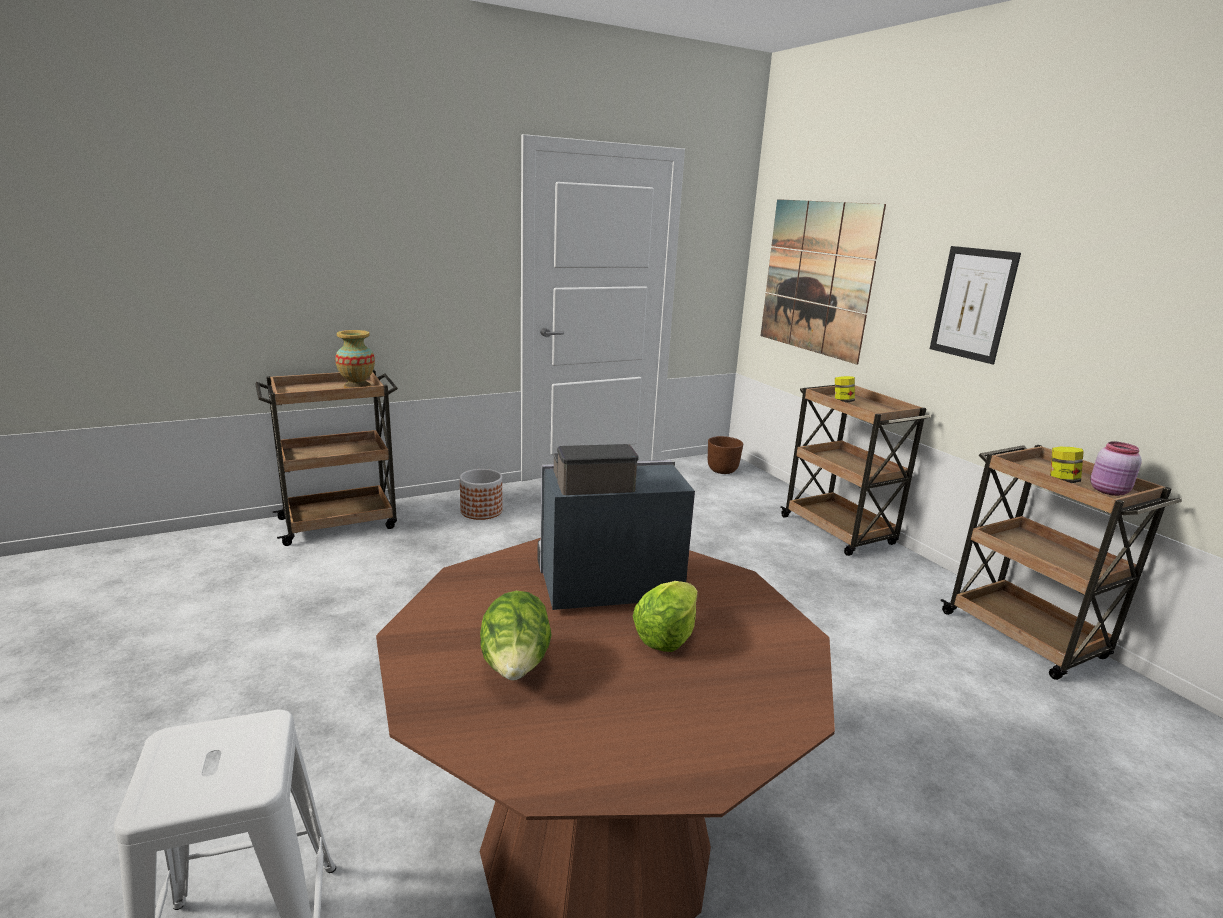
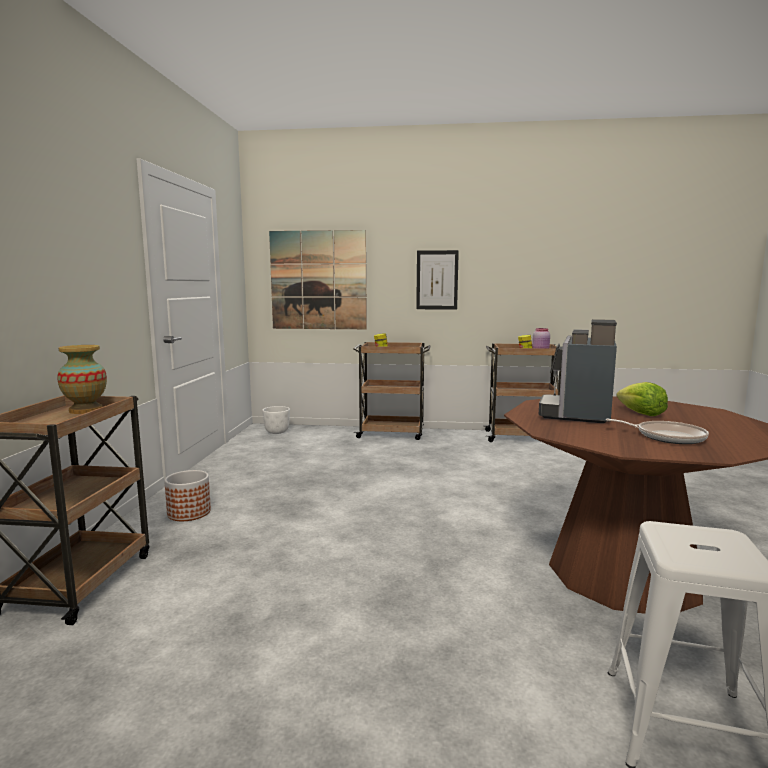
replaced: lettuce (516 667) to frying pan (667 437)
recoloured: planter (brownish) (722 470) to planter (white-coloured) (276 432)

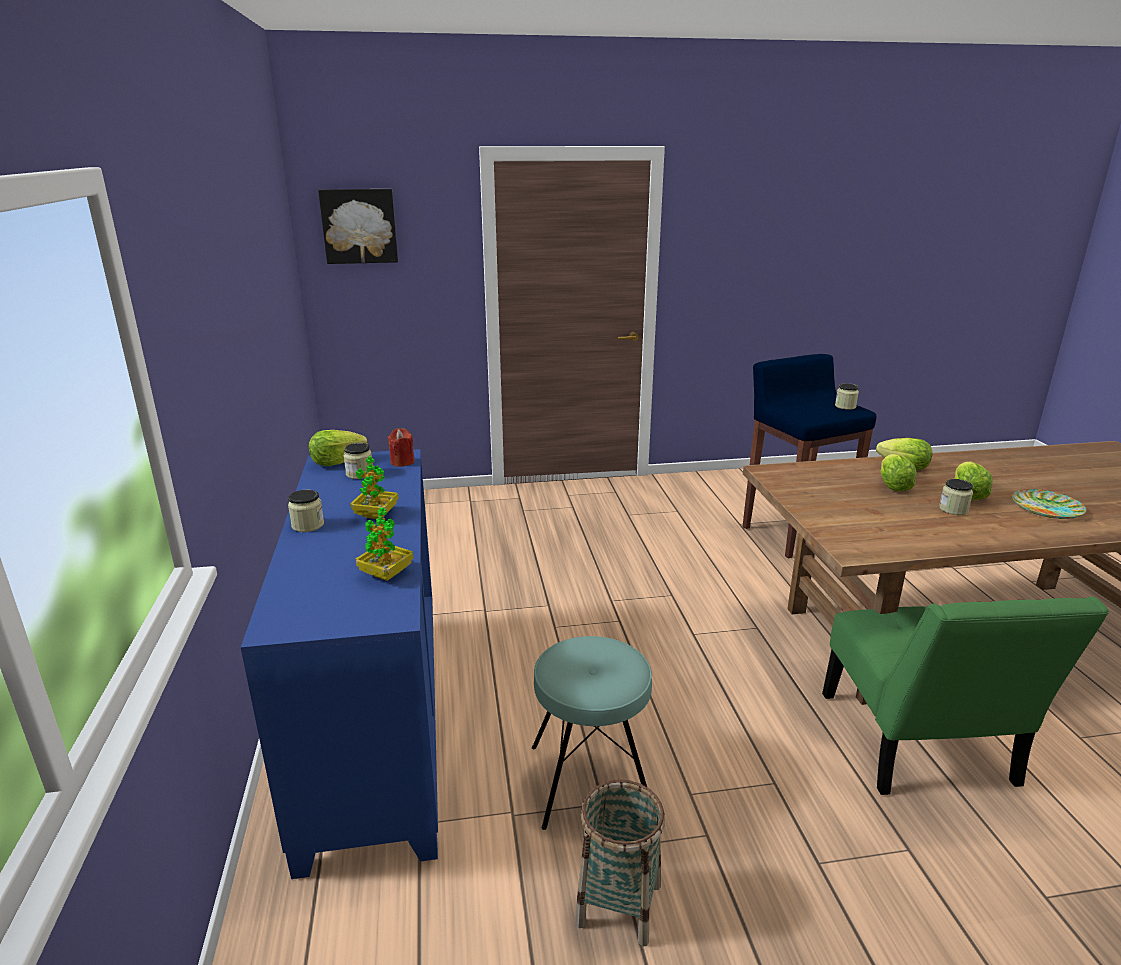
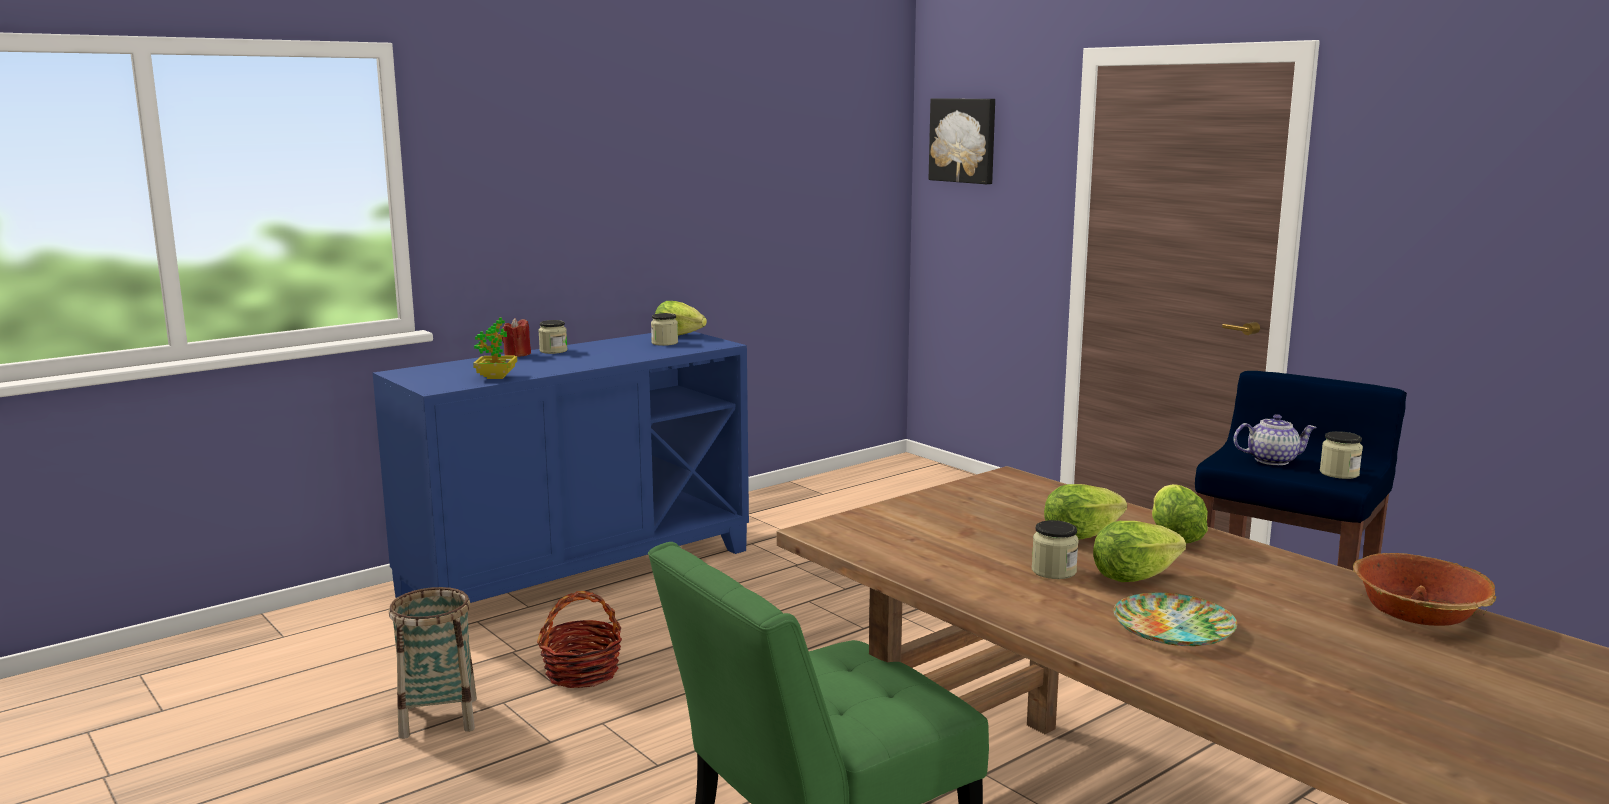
removed: potted plant (376 515)
added: pot for tea (1272 460); serving bowl (1417 614)
moved: wax light (reddish) (402 462) to (517 355)
replaced: sitting stool (turquoise-coloured) (590 780) to basket (582 672)

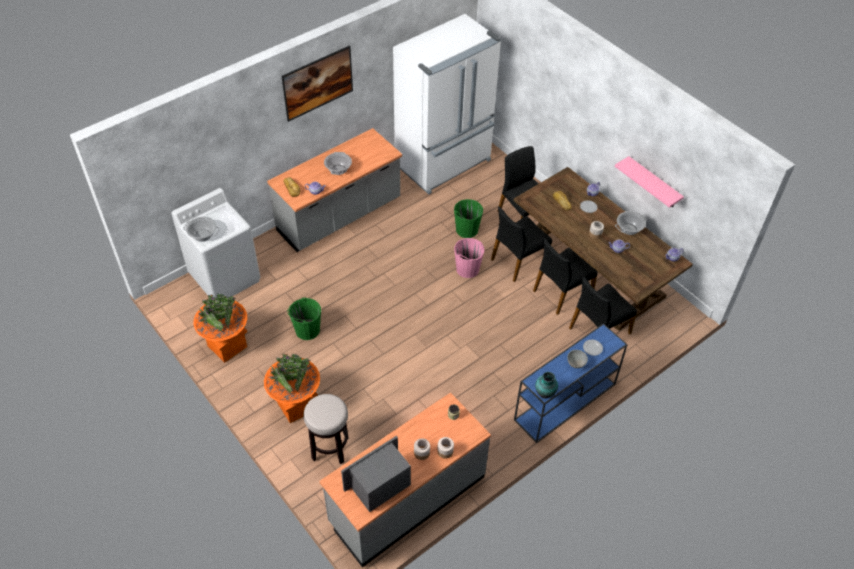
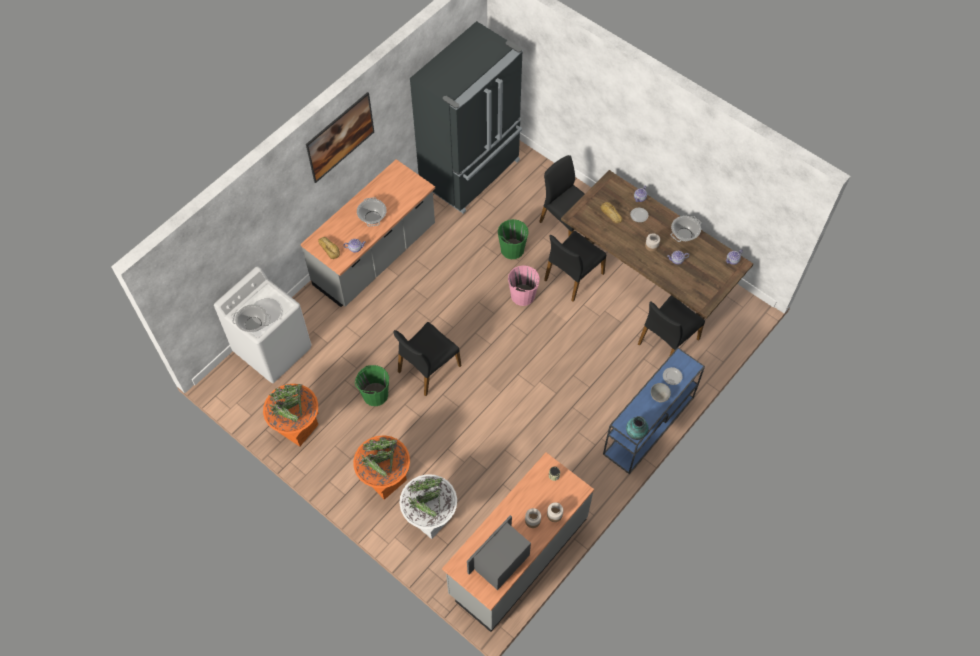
removed: bracket shelf (pink) (653 183)
moved: upright chair (blackish) (561 292) to (428 368)
replaced: sitting stool (330 448) to planter (white-coloured) (430 518)
recoloured: refrigerator (white-coloured) (444 163) to refrigerator (blackish) (471 172)

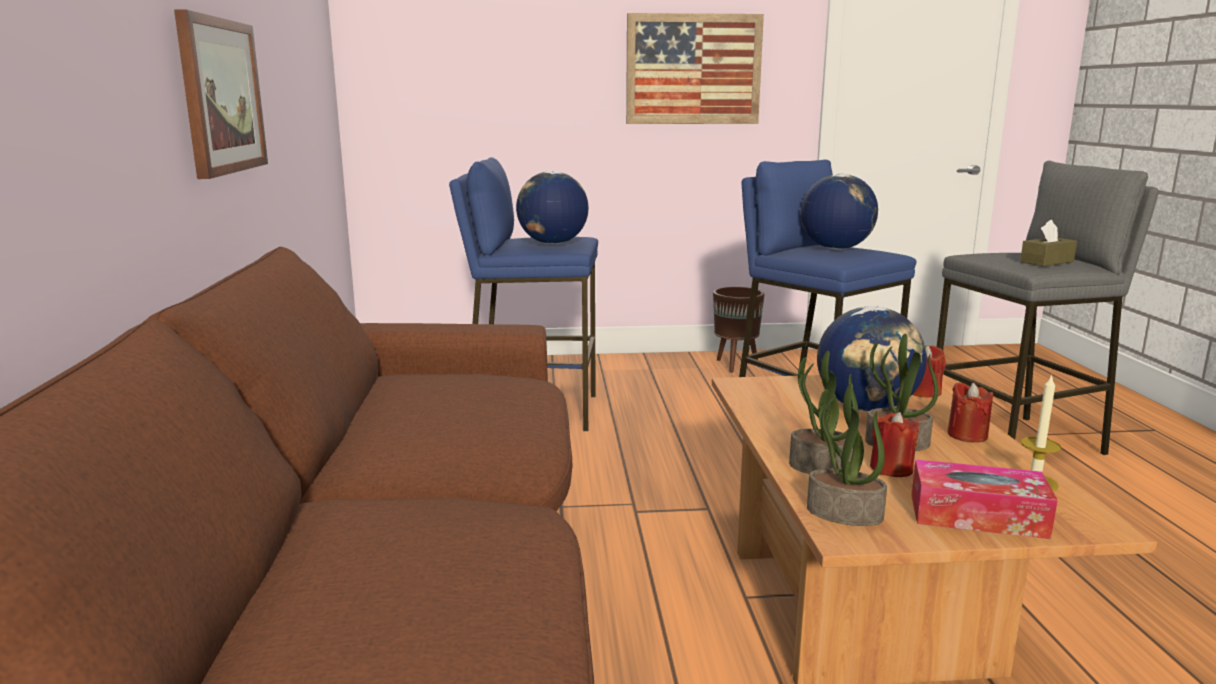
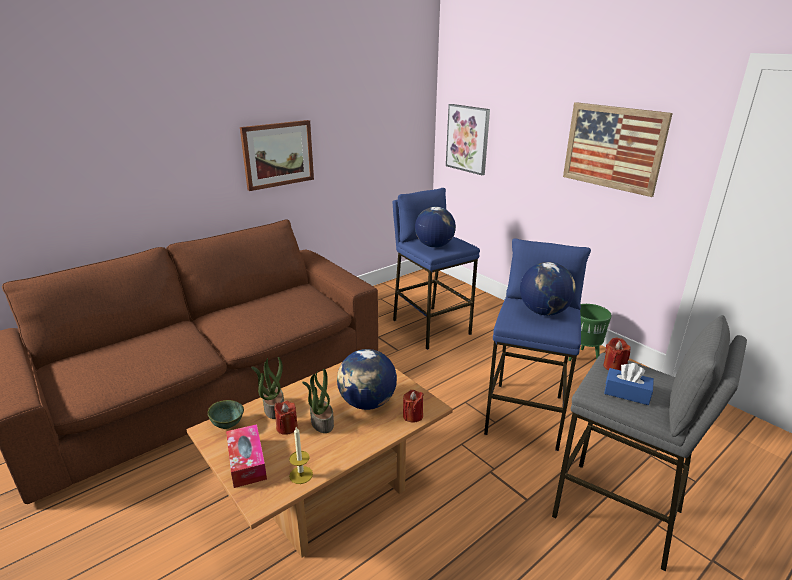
added: wall picture (468 139)
moved: wax light (reddish) (967 435) to (614 367)
replaced: potted plant (843 514) to serving bowl (green-coloured) (227 425)
recoloured: planter (brownish) (735 365) to planter (green-coloured) (583 358); tissue box (brownish) (1047 262) to tissue box (bluish) (626 393)

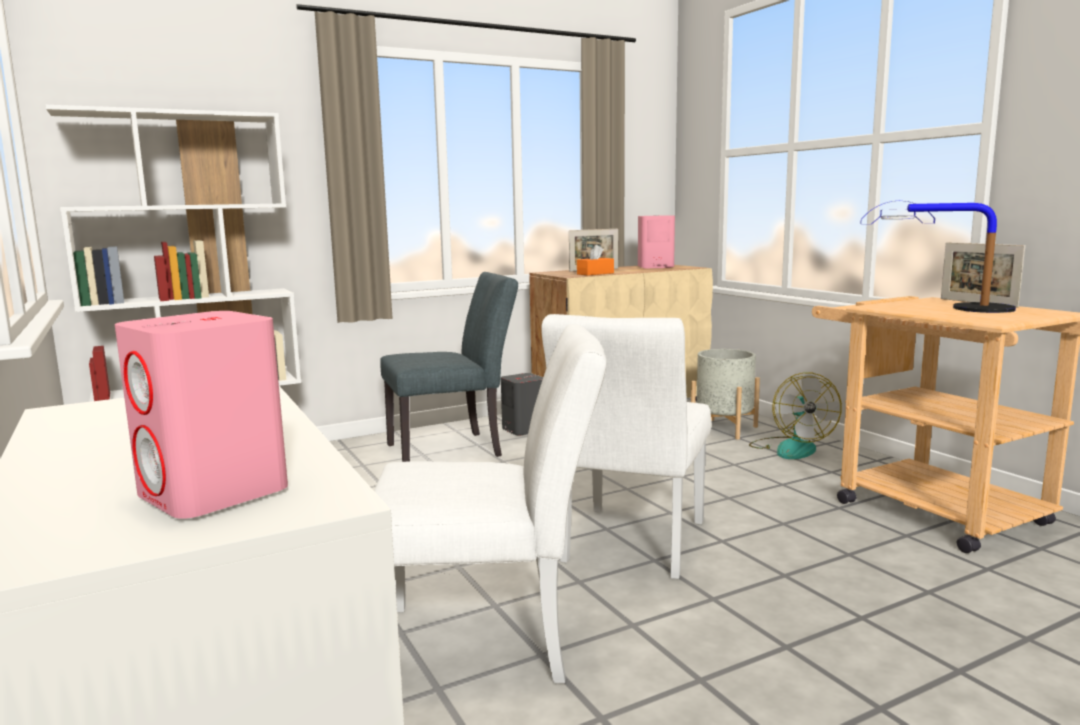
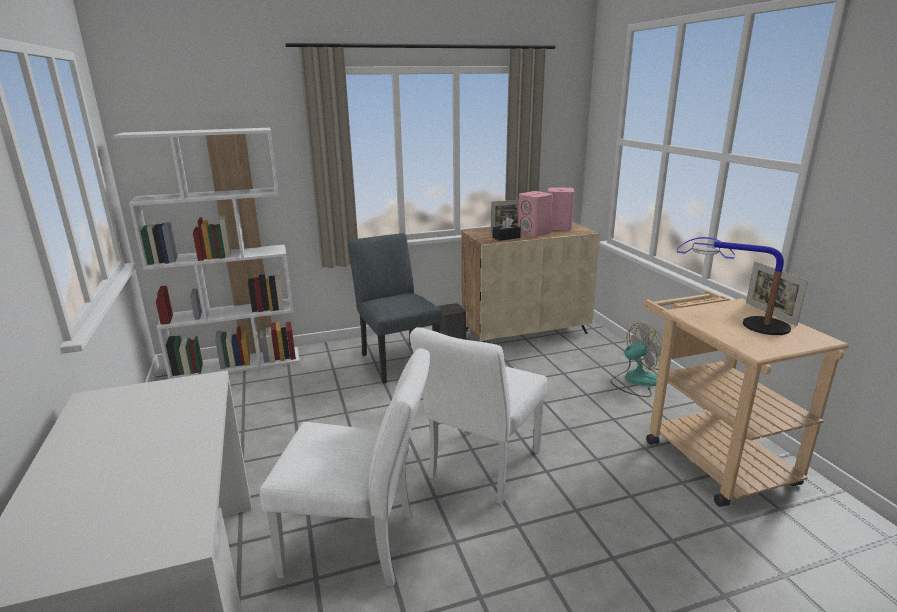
removed: planter (gray) (724 429)
moved: audio speaker (pink) (214 493) to (534 233)
recoloured: tissue box (orange) (595 273) to tissue box (blackish) (506 238)
turned: upright chair (gray) (453 449) = (397 359) 105 degrees counterclockwise; cooling fan (791 448) = (636 381) 120 degrees counterclockwise

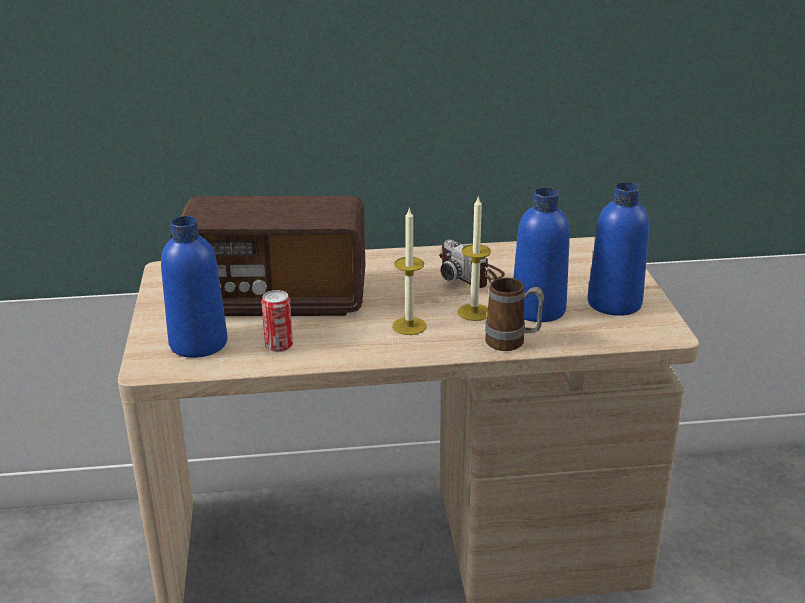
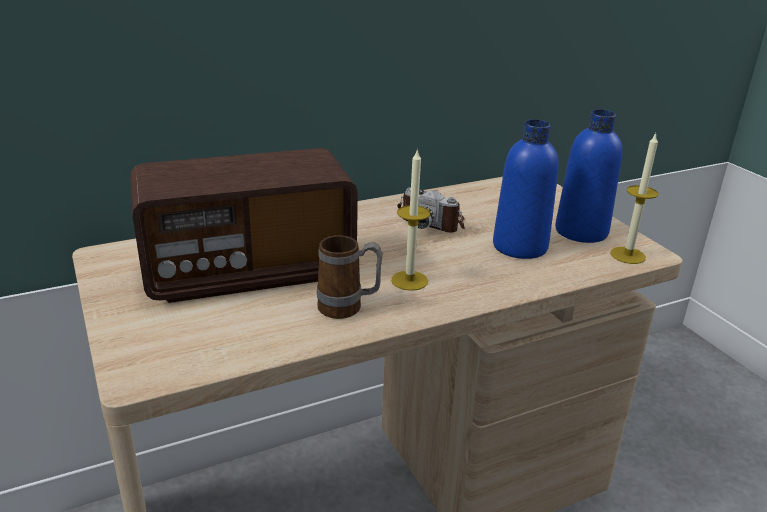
removed: drink bottle (bluish) (198 343); sealed can (279 346)
moved: coffee mug (512 343) to (348 308); wax light (474 312) to (627 255)

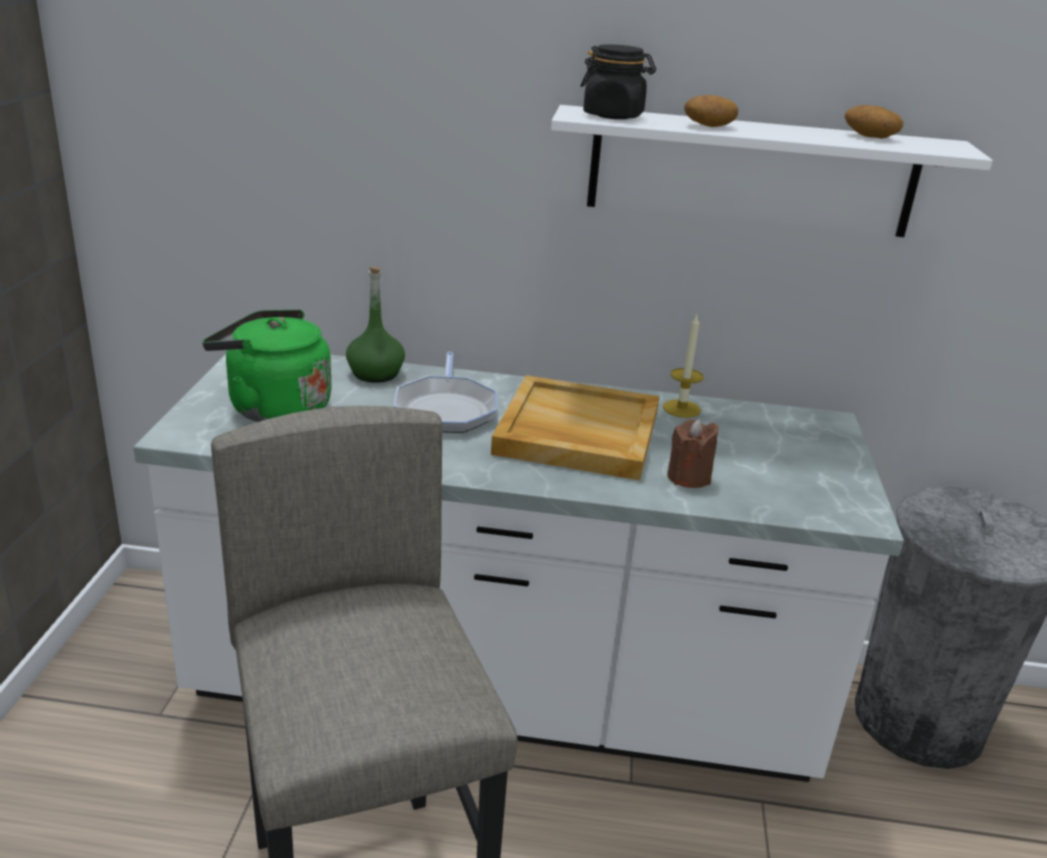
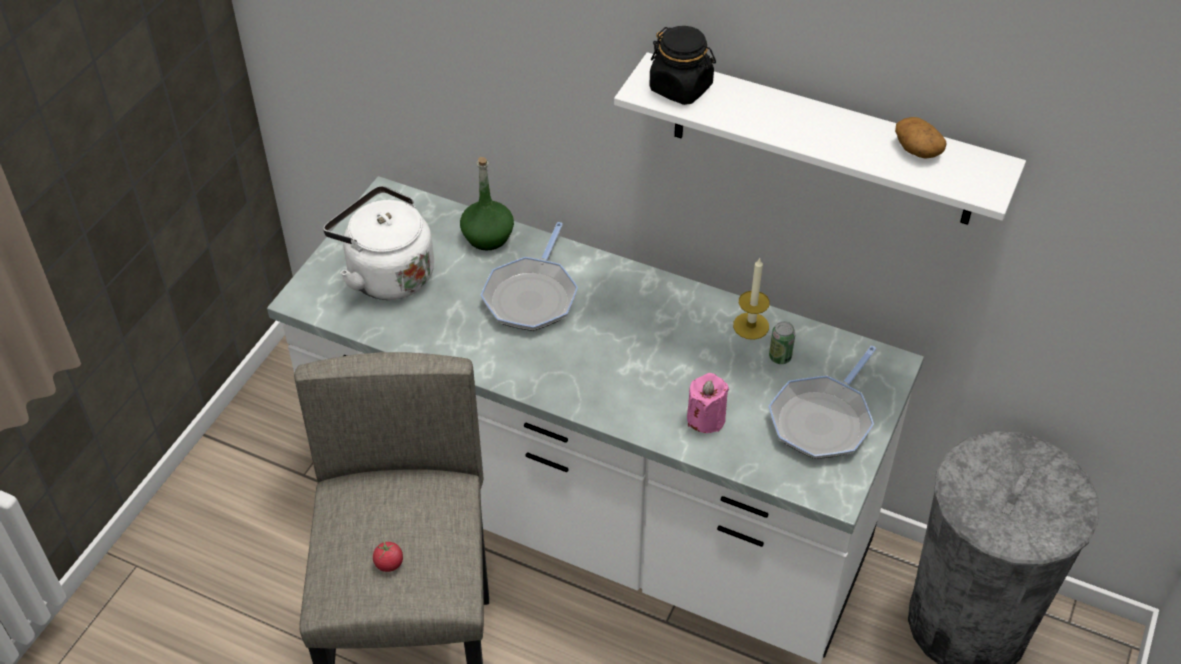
removed: serving tray (beige) (576 433); whole potato (708 126)
added: whole tomato (389 563); sealed can (780 357); frying pan (823 419)
recoloured: water kettle (green-coloured) (273 408) to water kettle (white-coloured) (386 274); wax light (brownish) (688 477) to wax light (pink) (706 418)

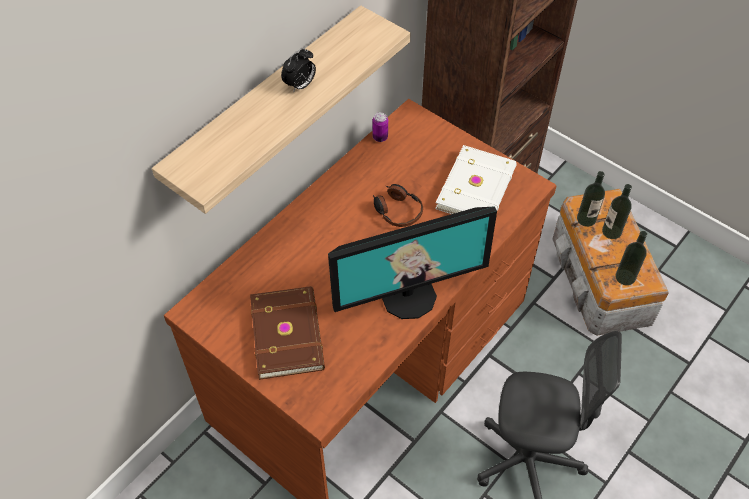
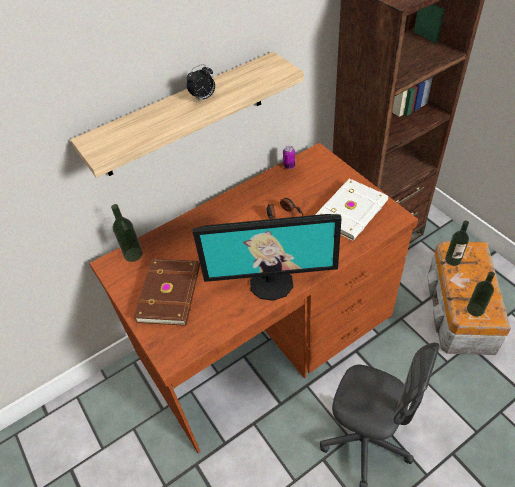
moved: drink bottle (611 231) to (133 254)

